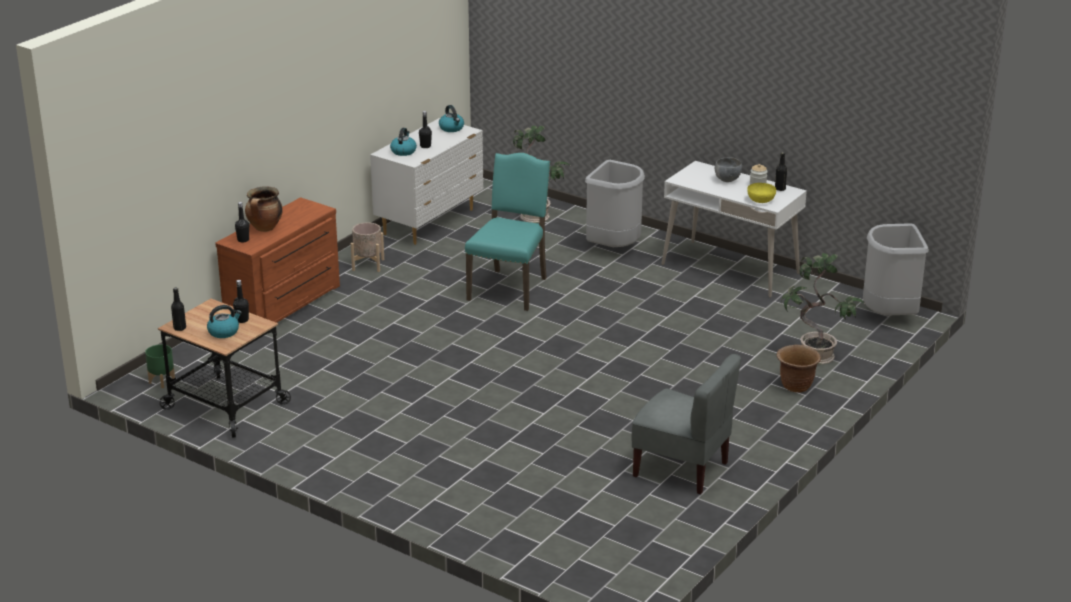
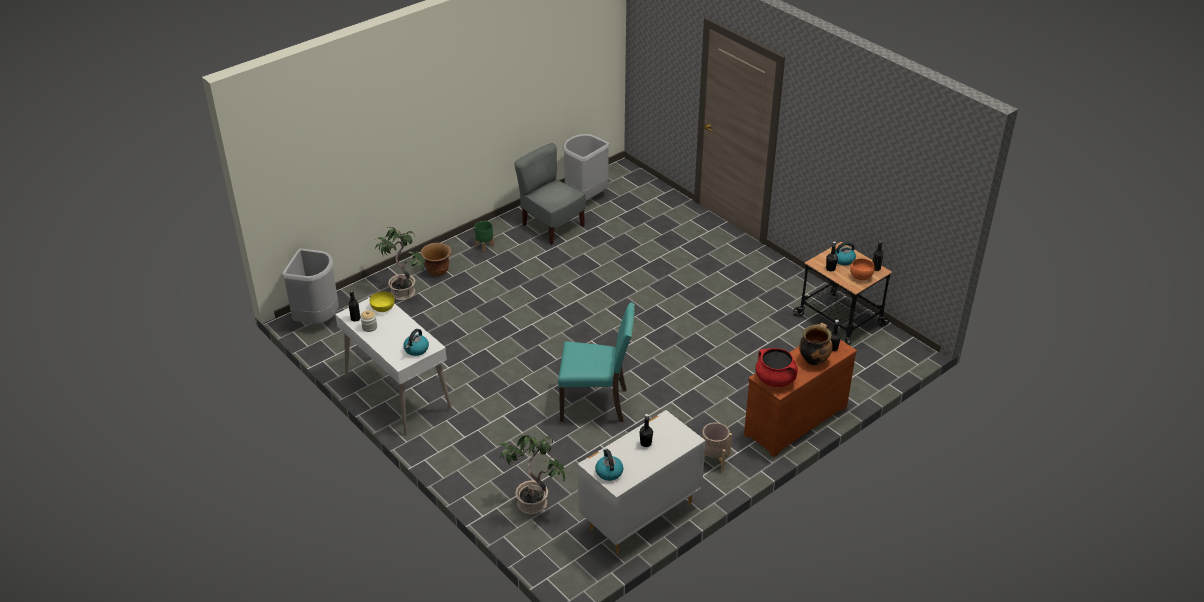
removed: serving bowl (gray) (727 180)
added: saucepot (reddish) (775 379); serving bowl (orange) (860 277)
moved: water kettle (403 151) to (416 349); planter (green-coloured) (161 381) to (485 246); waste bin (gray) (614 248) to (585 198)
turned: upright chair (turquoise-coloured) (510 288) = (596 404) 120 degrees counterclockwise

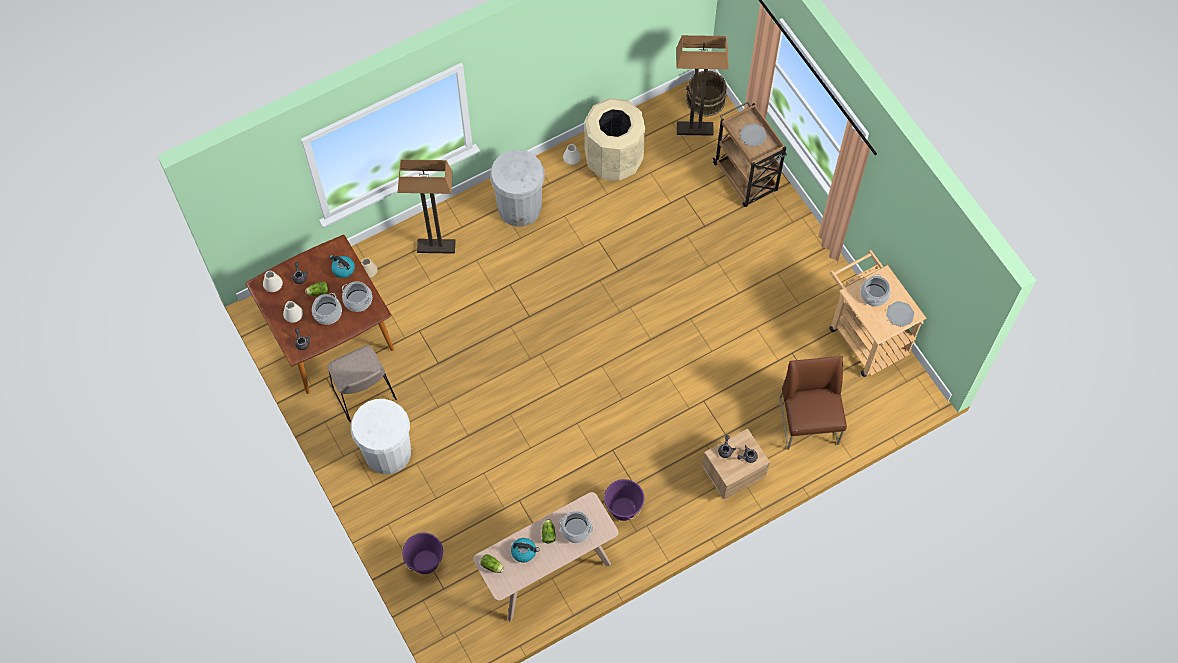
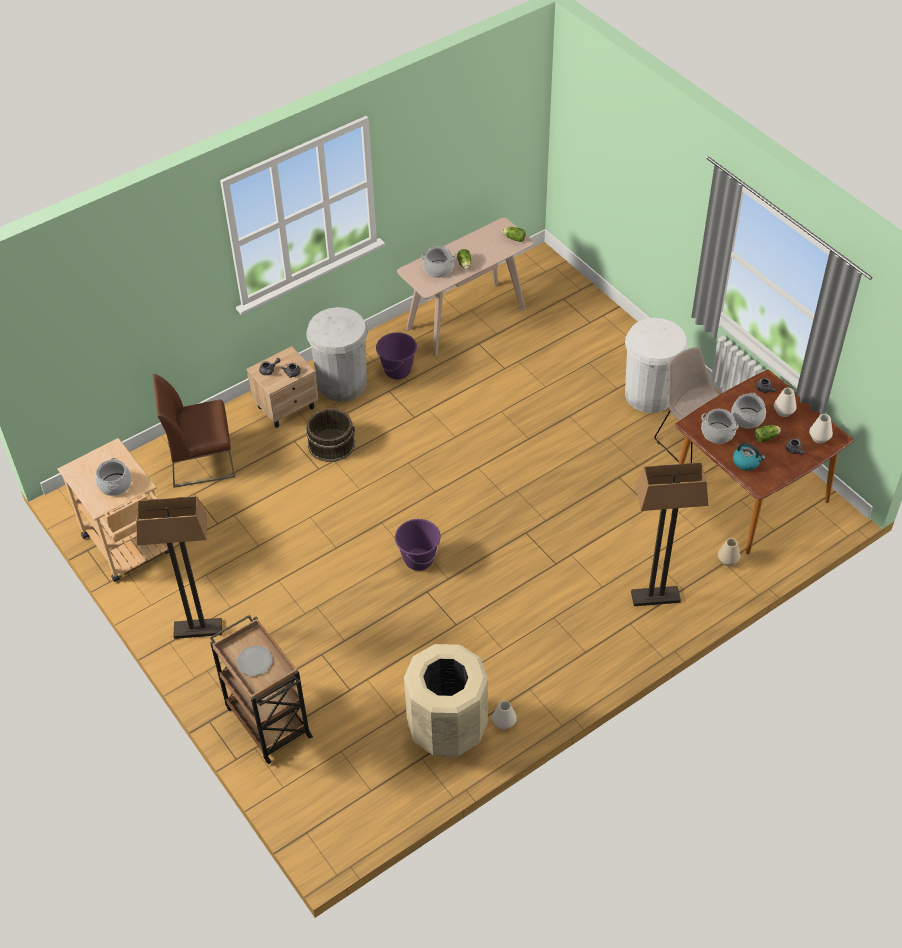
removed: water kettle (524 551); flat dish (900 314)
moved: floor lamp (694 129) to (198 629); waste bin (white-coloured) (519 207) to (342 383); pail (brownish) (705 100) to (331 444); pail (purplish) (425 562) to (418 559)
turned: upright chair (brownish) (809 421) = (202 460) 90 degrees clockwise

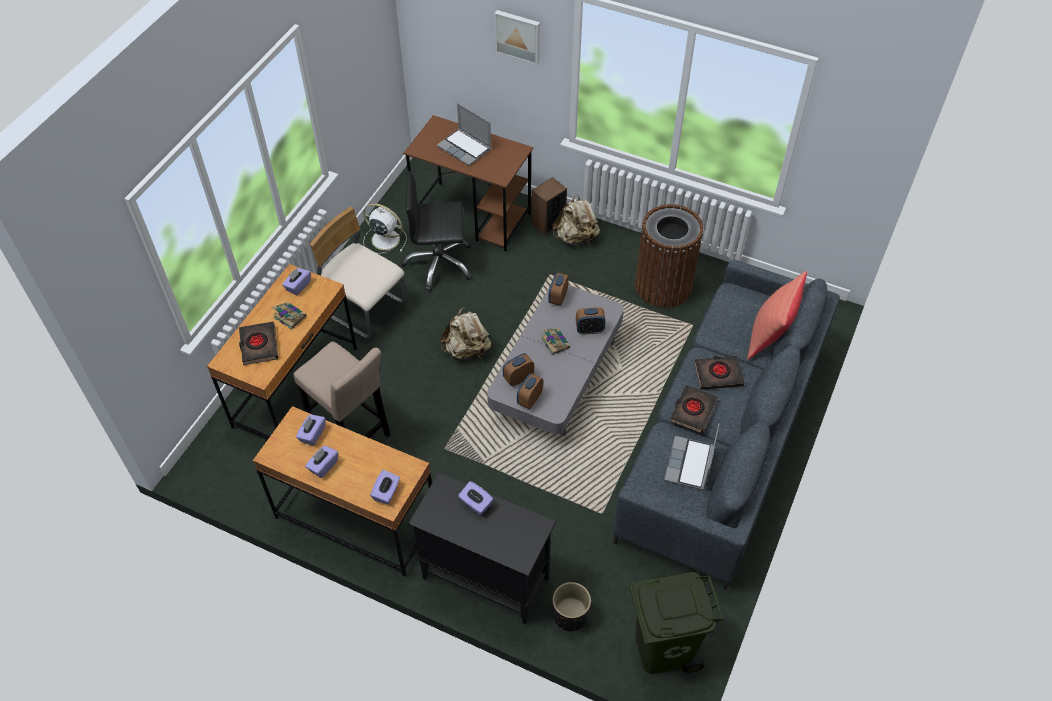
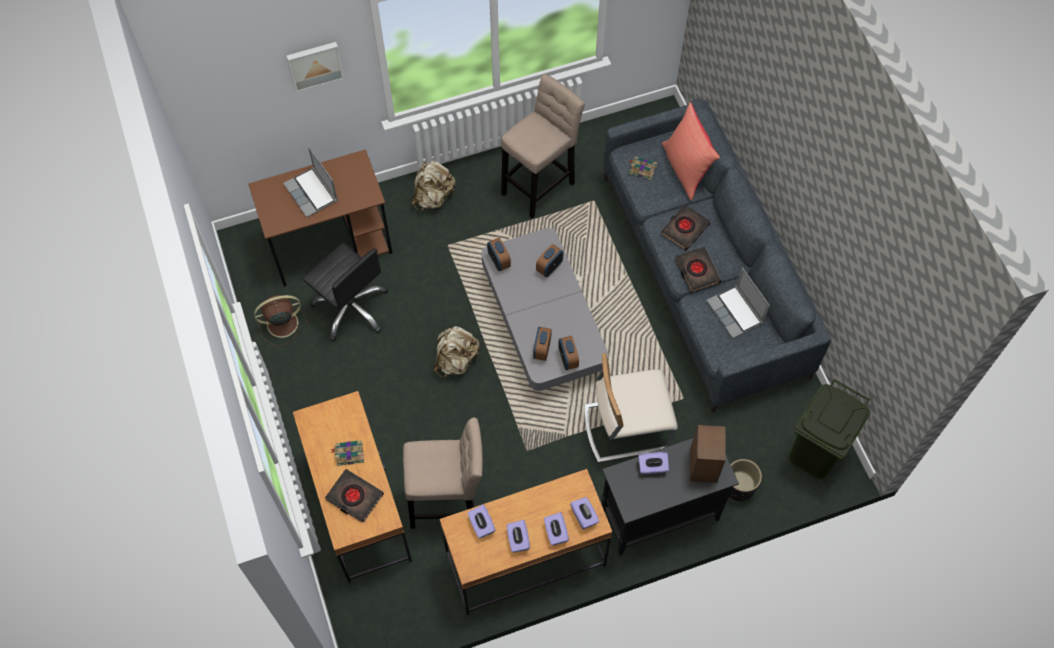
moved: tissue box (purplish) (298 286) to (555 533); upright chair (beige) (363 307) to (626 427); bound book (555 342) to (642 169); audio speaker (548 223) to (703 465)
replaced: waste bin (brownish) (663 286) to sitting stool (beige) (540 185)
recoloured: cooling fan (white-coloured) (384 239) to cooling fan (brownish) (281 324)
turned: portable computer (465 148) = (312 193) 60 degrees clockwise; desk chair (blackish) (439 264) = (351 308) 90 degrees counterclockwise

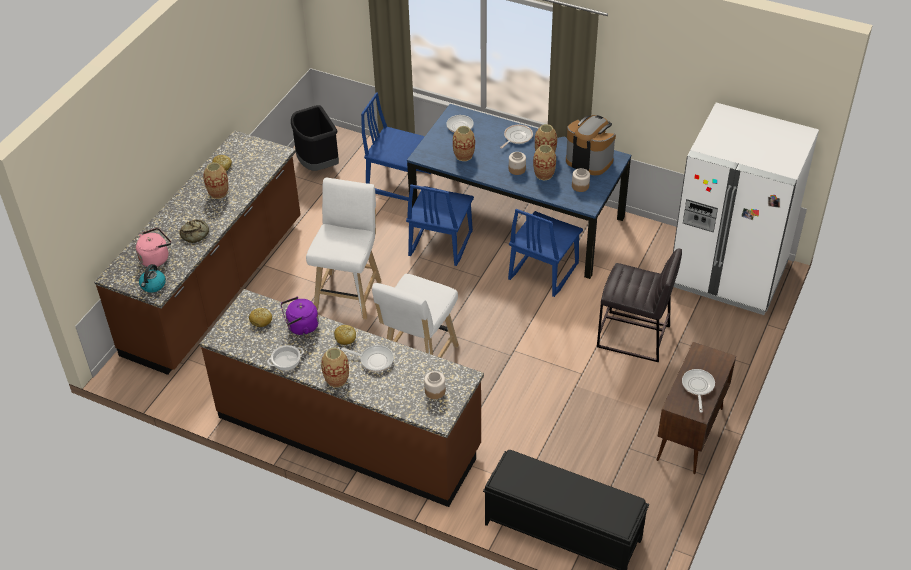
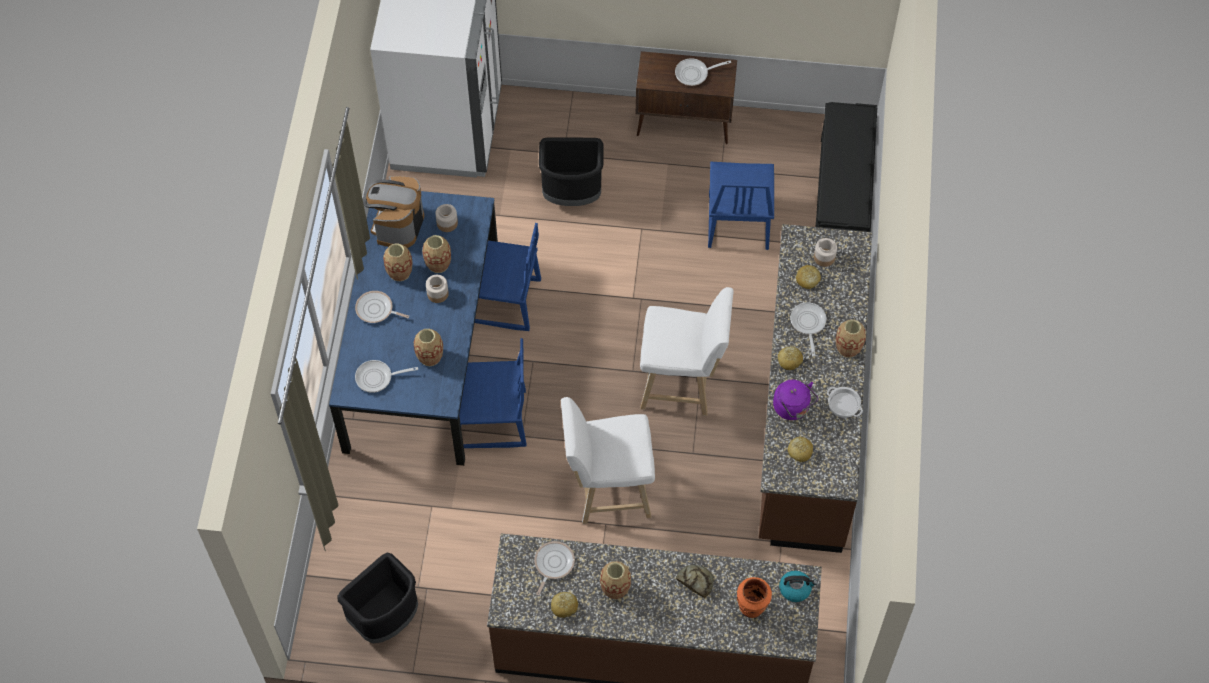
added: frying pan (553 564); bread (807 279)
moved: upright chair (bluish) (399 181) to (737 222)
replaced: sitting stool (gray) (634 337) to waste bin (blackish) (572 194); water kettle (pink) (156 258) to decorative vase (orange) (751 607)

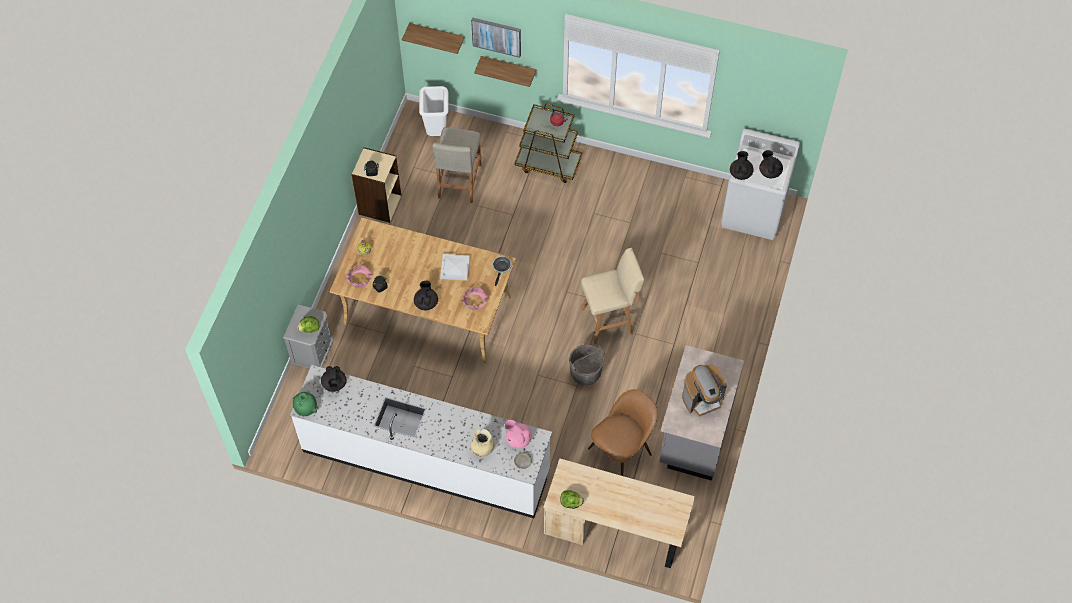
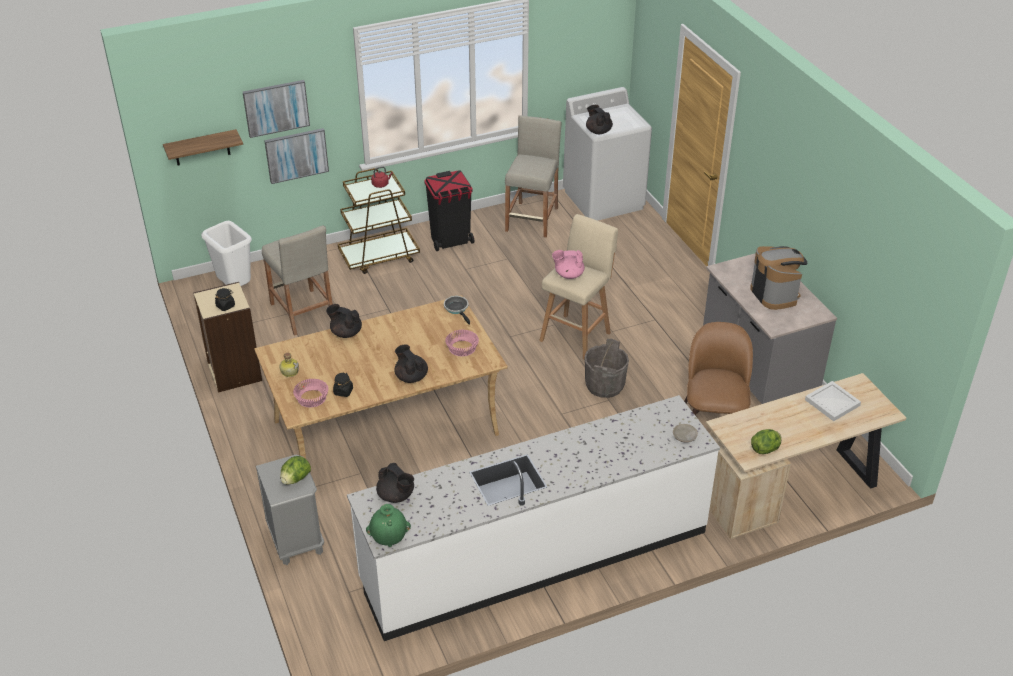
removed: decorative vase (beige) (482 449)
added: waste bin (blackish) (451 241); sitting stool (beige) (532 219)
moved: pot for tea (blackish) (769 171) to (346 332); pot for tea (pink) (518 439) to (568 275); serving tray (white-coloured) (455 267) to (832 402)
replaced: bracket shelf (508 69) to wall picture (296 155)
turned: coffee brewer (703 399) = (774 294) 45 degrees counterclockwise

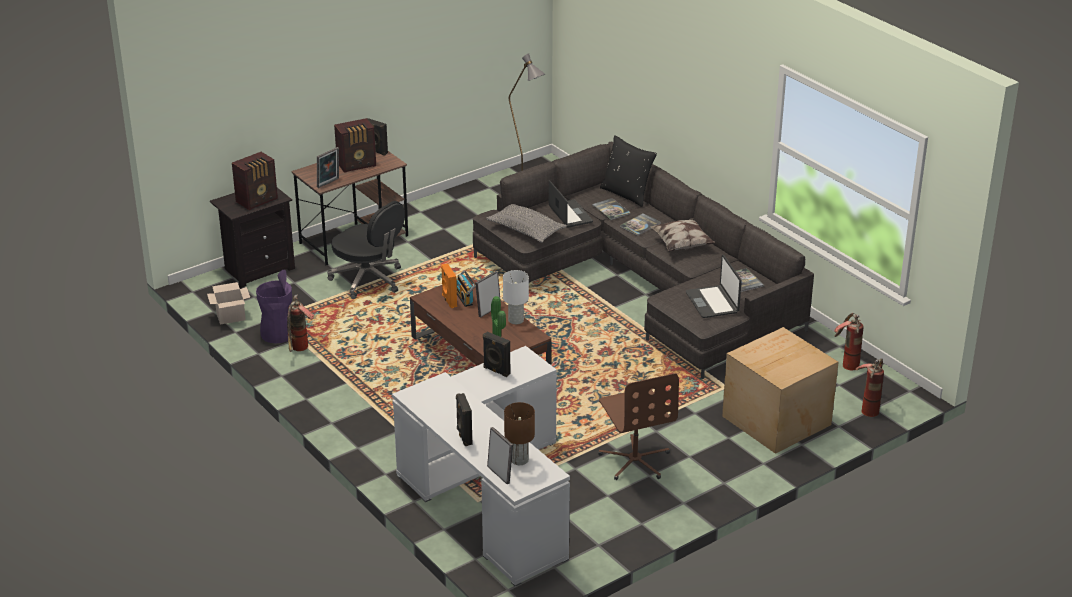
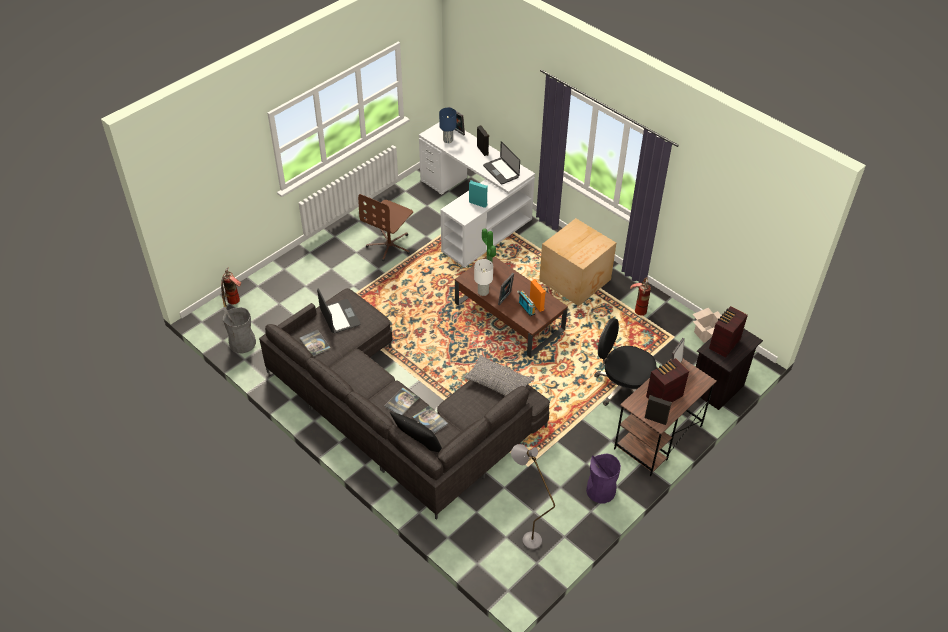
removed: pillow (682 244)
moved: portable computer (570 214) to (501 171); cardboard box (774 420) to (576 280); waste bin (purplish) (278 333) to (600 490)
replaced: extinguisher (845 362) to waste bin (gray) (242 343)
recoloured: table lamp (brownish) (519 459) to table lamp (bluish) (448 140); audio speaker (blackish) (496 371) to audio speaker (turquoise-coloured) (478 203)
turned: desk chair (brownish) (635 460) = (390 245) 120 degrees counterclockwise

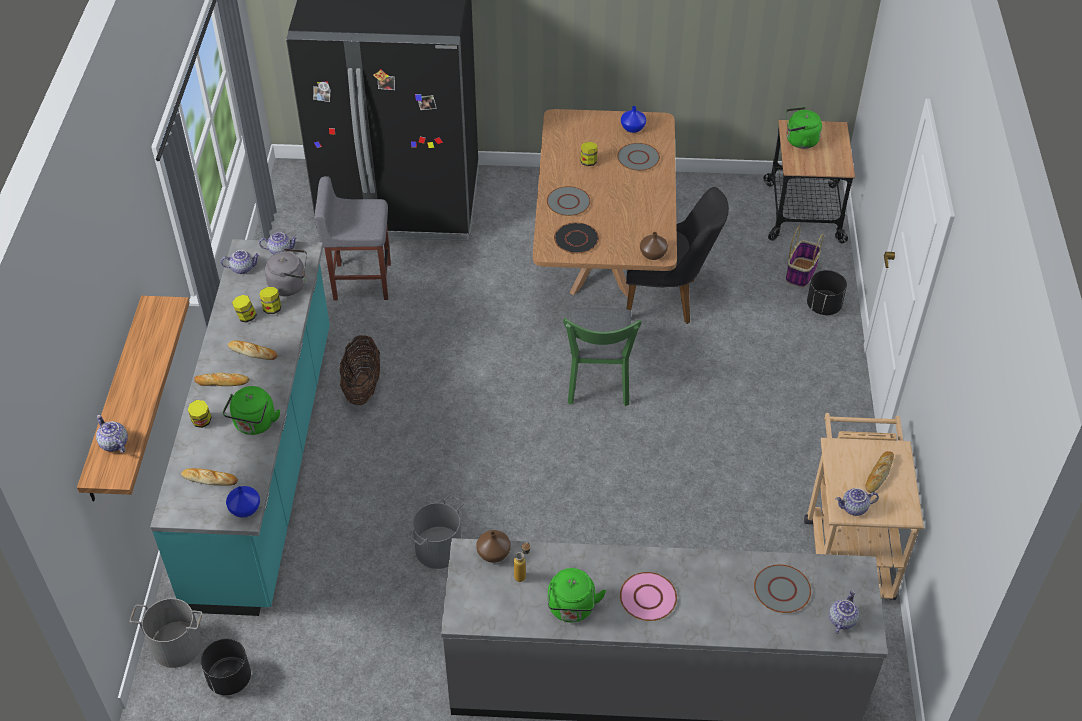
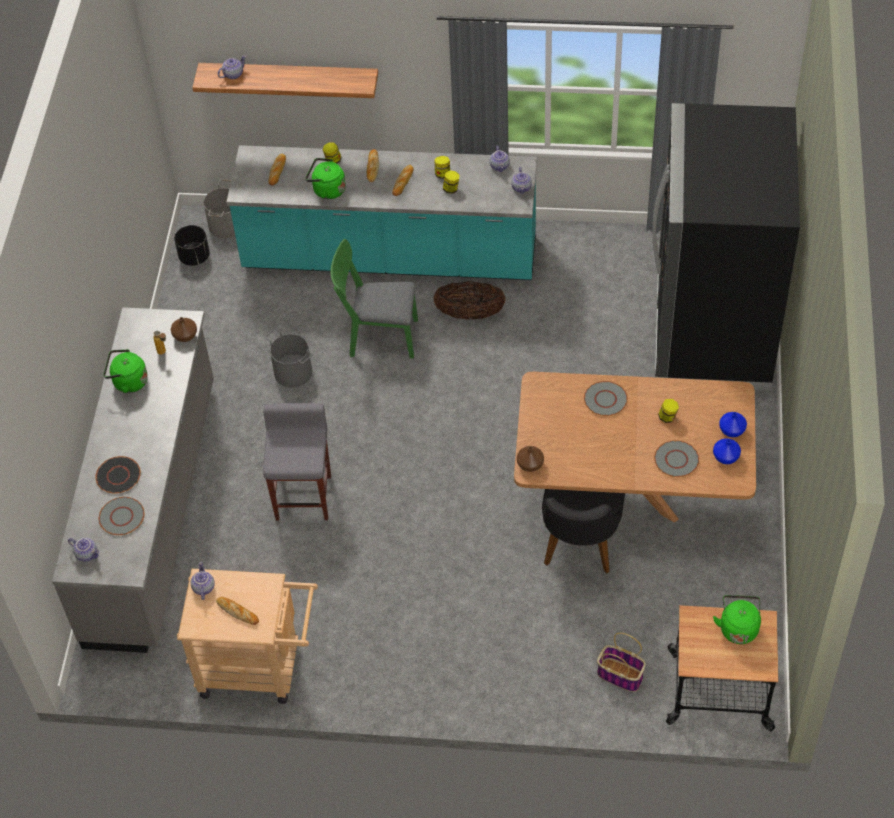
removed: water kettle (gray) (290 285); flat dish (pink) (648 598); planter (blackish) (824 306)
moved: flat dish (blackish) (576 239) to (118 476); sitting stool (gray) (361 281) to (304 496); upright chair (green-coloured) (598 383) to (377 337); decorative vase (bluish) (244 509) to (732 430)

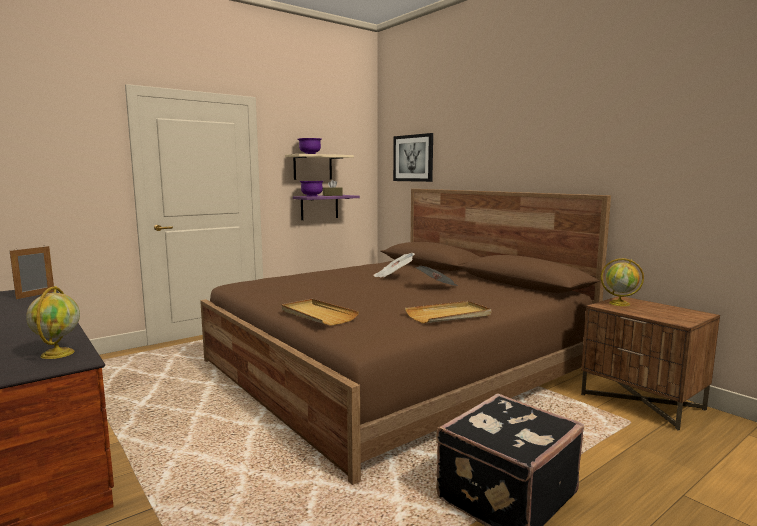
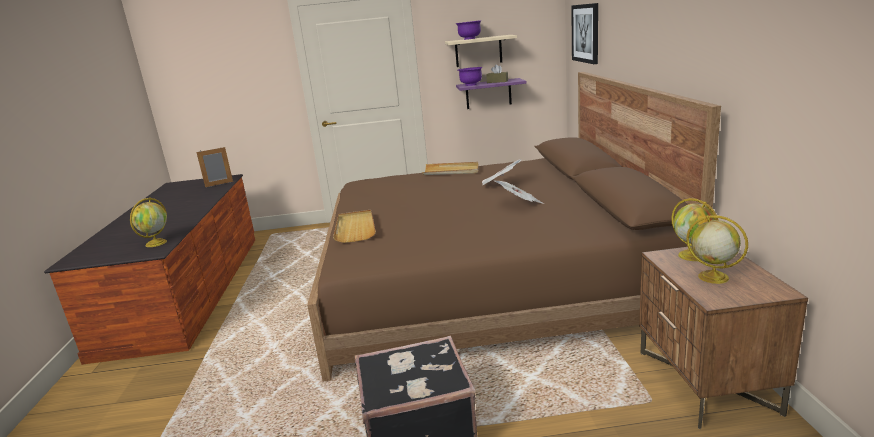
added: desk globe (712 277)
moved: serving tray (beige) (449 315) to (451 171)

